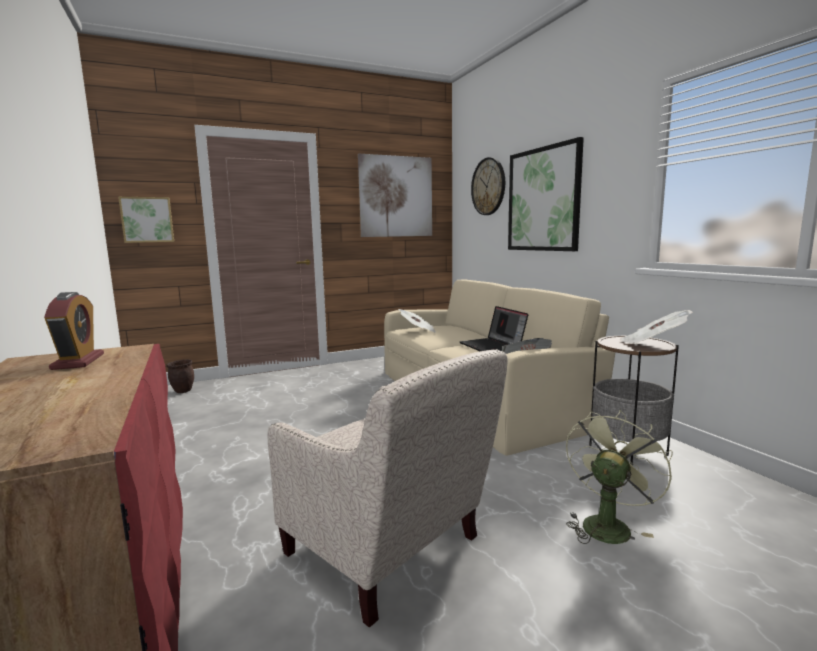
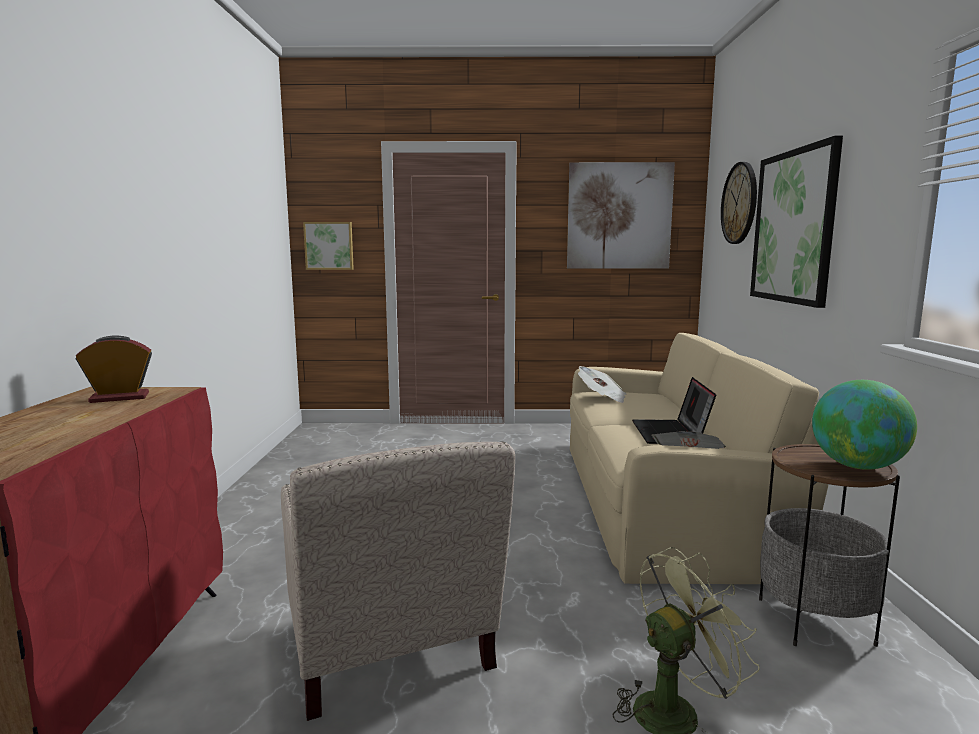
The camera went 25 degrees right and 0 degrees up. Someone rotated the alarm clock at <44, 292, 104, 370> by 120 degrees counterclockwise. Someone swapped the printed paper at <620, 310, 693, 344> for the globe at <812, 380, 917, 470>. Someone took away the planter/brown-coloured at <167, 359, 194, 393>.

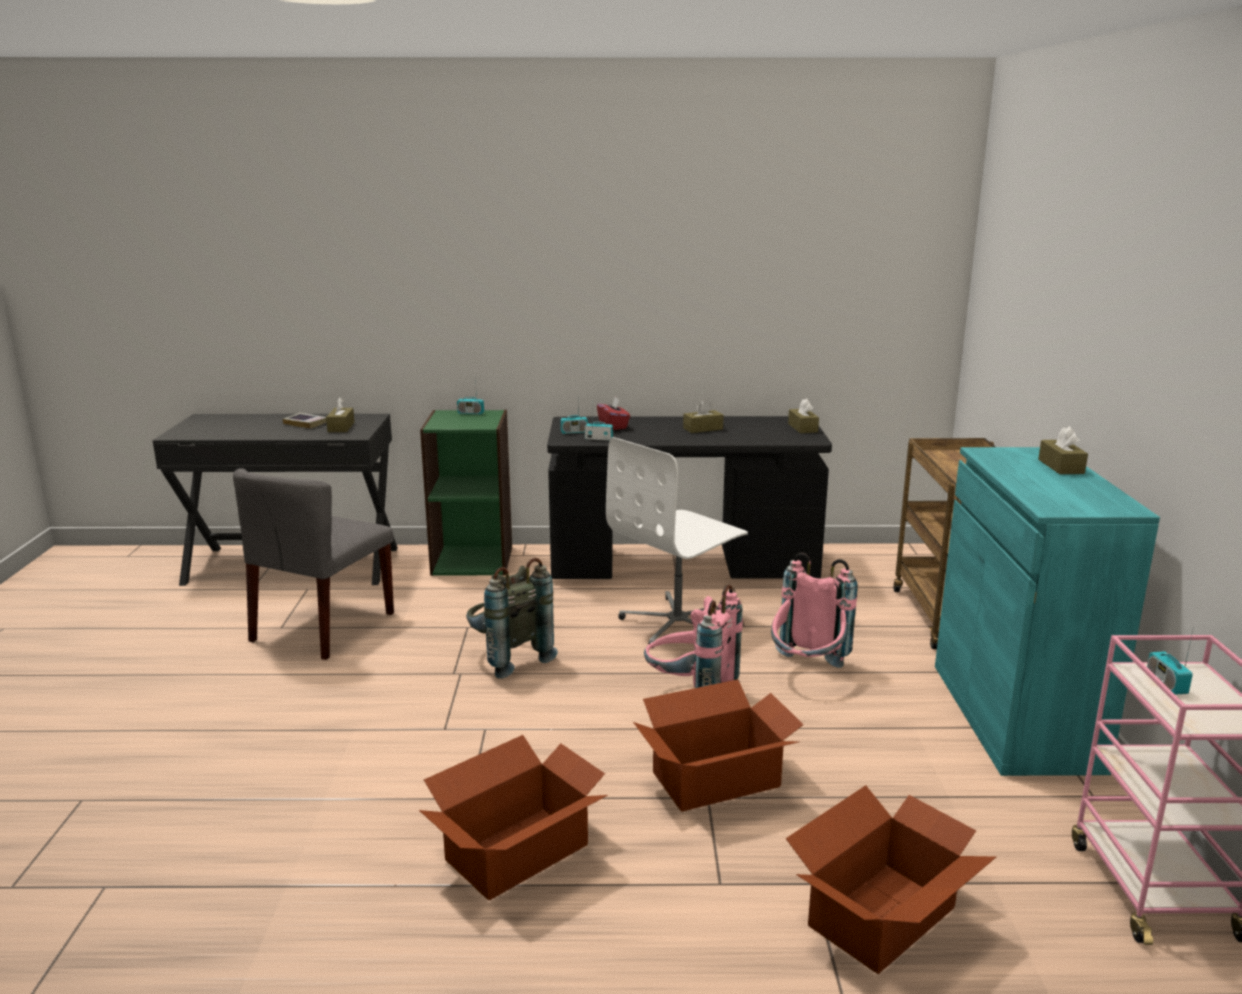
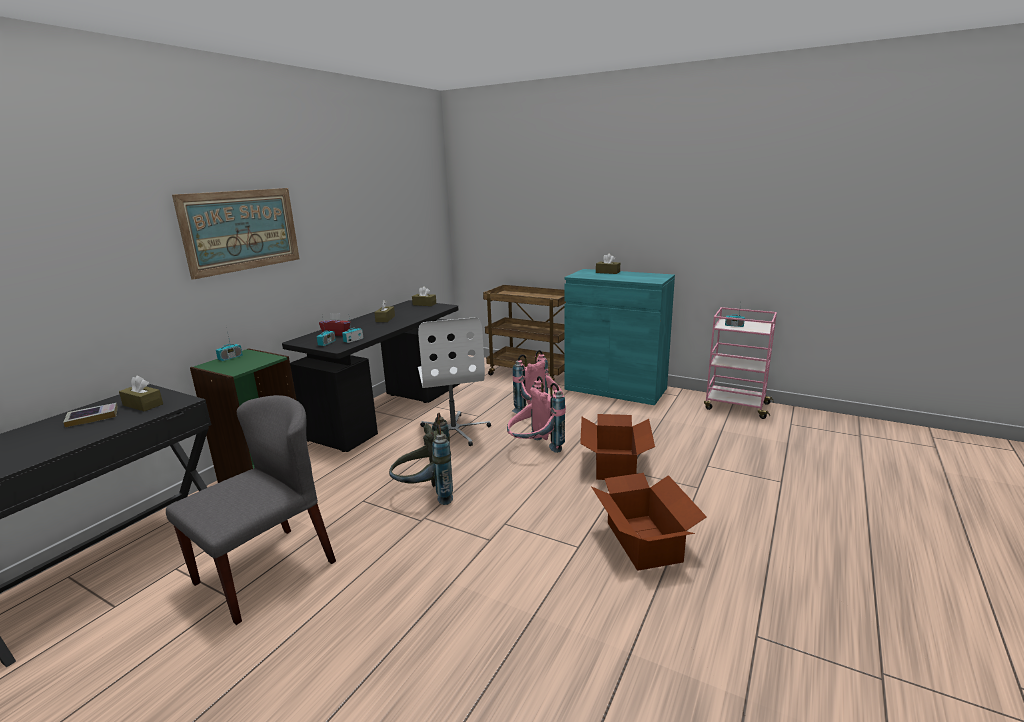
The camera went 60 degrees left and 0 degrees up. Someone rotated the plain chair/greyish at <233, 468, 394, 660> by 105 degrees counterclockwise. Someone put up the picture at <172, 188, 300, 280>. Someone took away the packing box at <786, 785, 996, 974>.

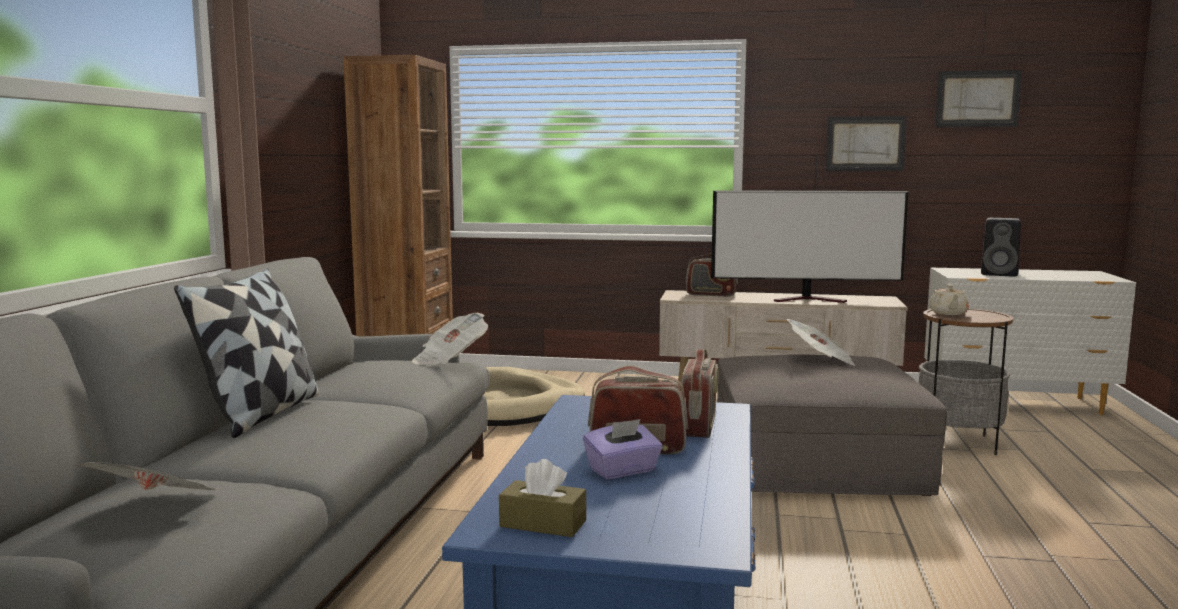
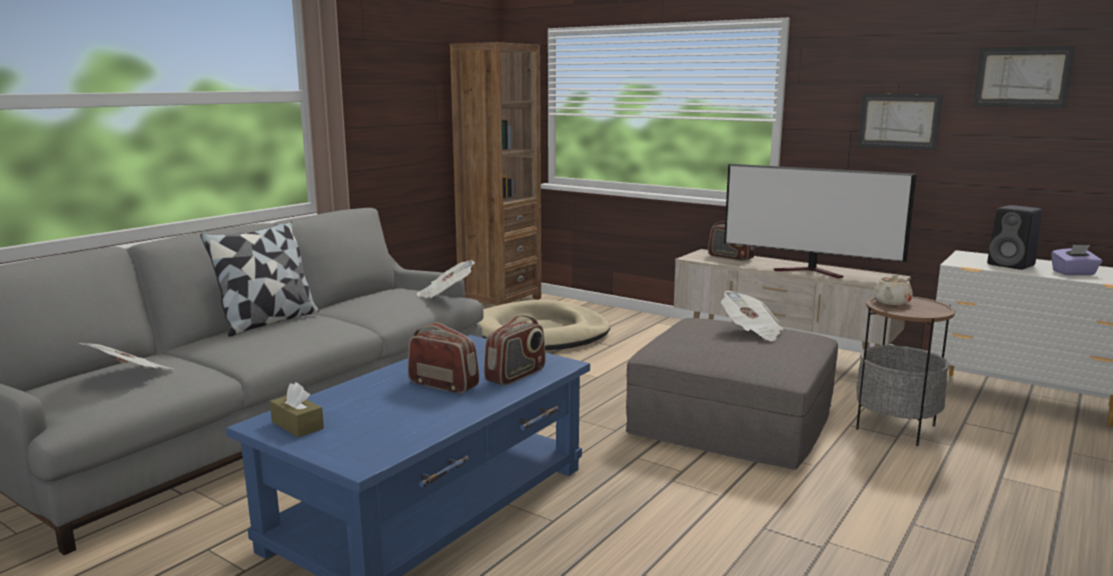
The camera went 25 degrees right and 5 degrees up. Someone carried the tissue holder/purplish from <583, 419, 663, 479> to <1051, 245, 1102, 275>.

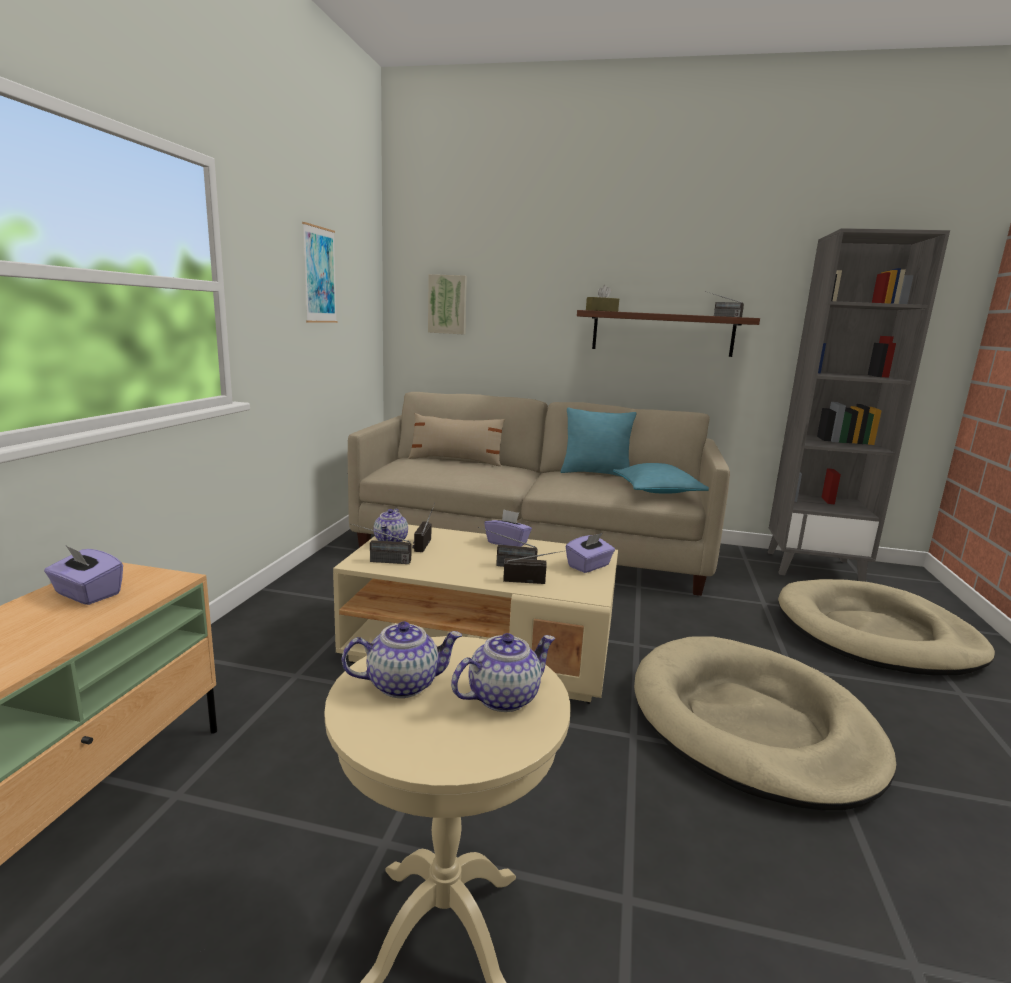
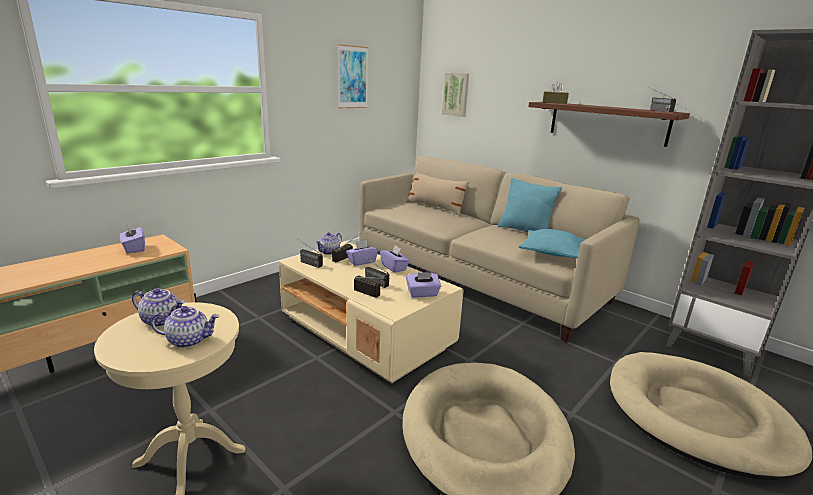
The camera went 30 degrees right and 5 degrees up. Someone put down the tissue holder/purplish at <346, 240, 378, 266>.

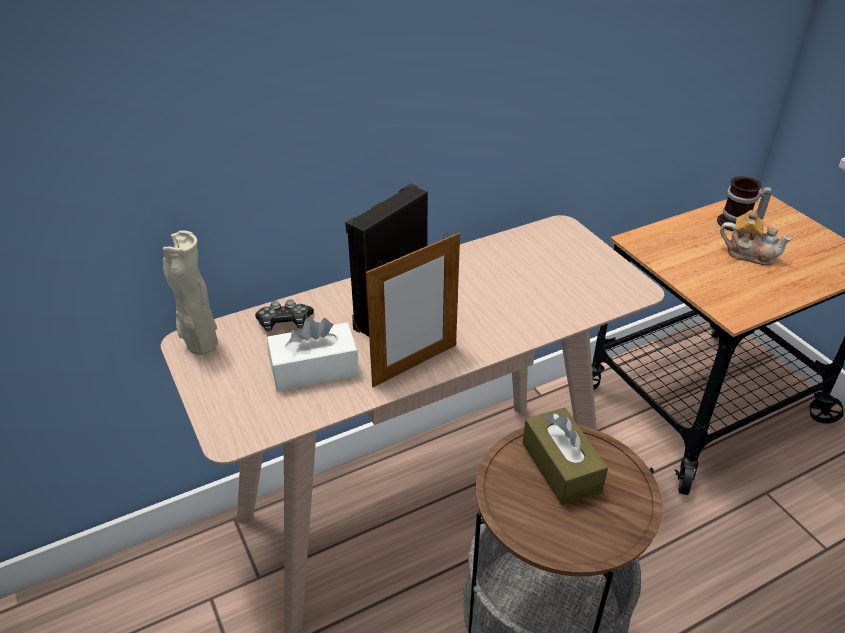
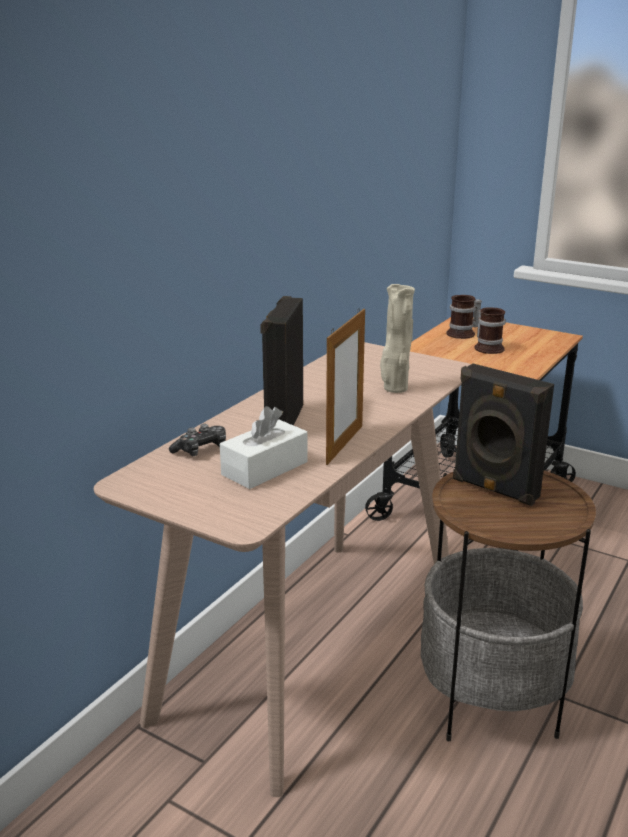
The camera went 30 degrees left and 15 degrees down. Someone carried the decorative vase/sand-coloured from <163, 230, 218, 355> to <380, 284, 415, 393>. Someone swapped the tissue holder/brown-coloured at <523, 407, 608, 505> for the loudspeaker/black at <453, 364, 554, 506>. Someone swapped the tea pot at <720, 210, 793, 265> for the mug at <474, 307, 506, 354>.

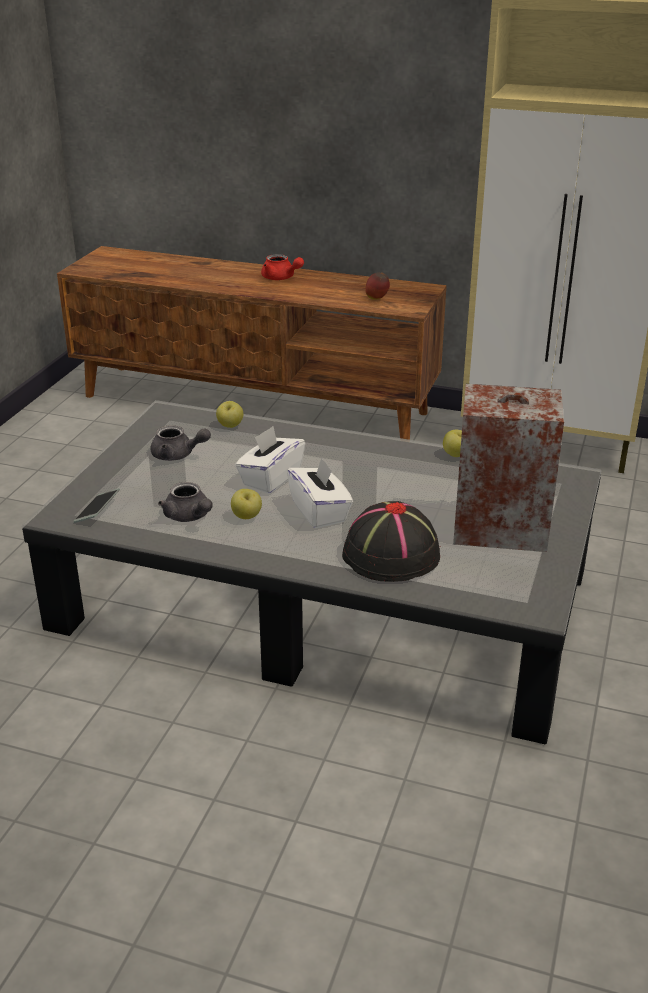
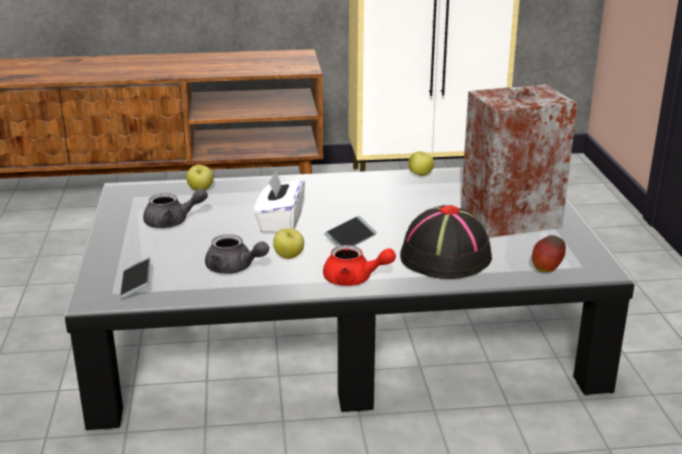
The camera went 25 degrees left and 5 degrees down. Someone carried the tea pot/red-coloured from <261, 254, 304, 280> to <323, 245, 396, 286>. Someone swapped the tissue holder/whitish at <287, 458, 353, 528> for the telephone at <324, 216, 377, 247>. Someone carried the apple fruit from <365, 272, 390, 300> to <532, 235, 566, 272>.

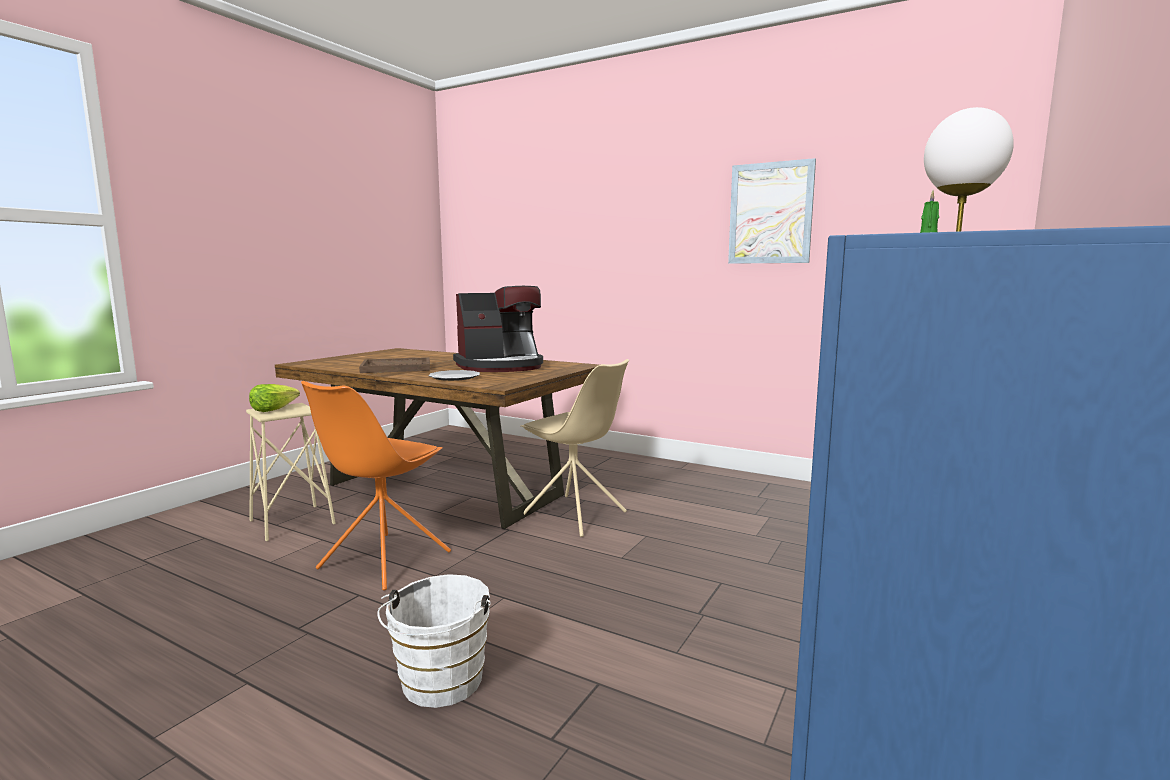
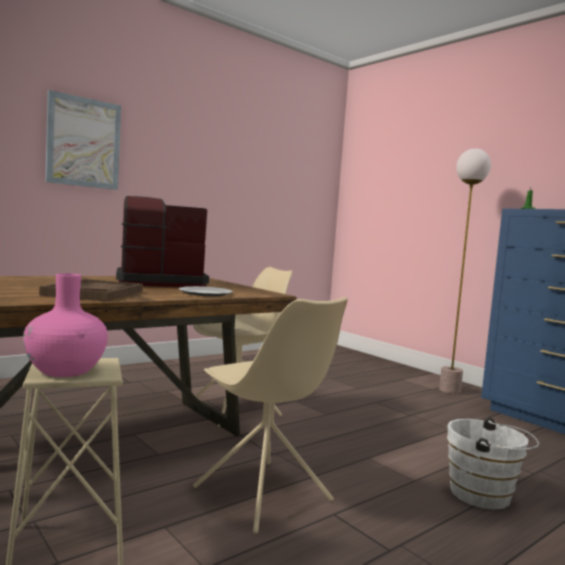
The camera went 70 degrees left and 5 degrees down. Someone swapped the lettuce at <249, 384, 300, 412> for the decorative vase/pinkish at <23, 273, 108, 377>. Someone carried the picture from <728, 158, 816, 264> to <45, 90, 121, 190>. Someone rotated the coffee maker at <453, 286, 543, 372> by 105 degrees counterclockwise. Someone repainted the plain chair/orange-coloured at <301, 381, 451, 591>, which became the plain chair/sand-coloured at <193, 297, 348, 534>.

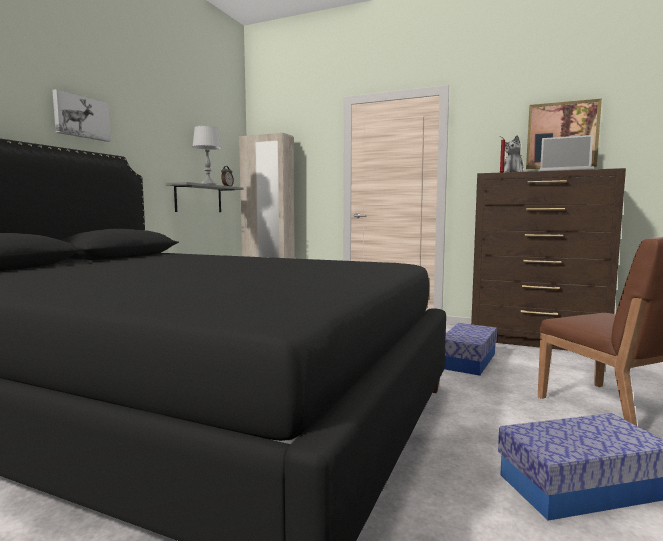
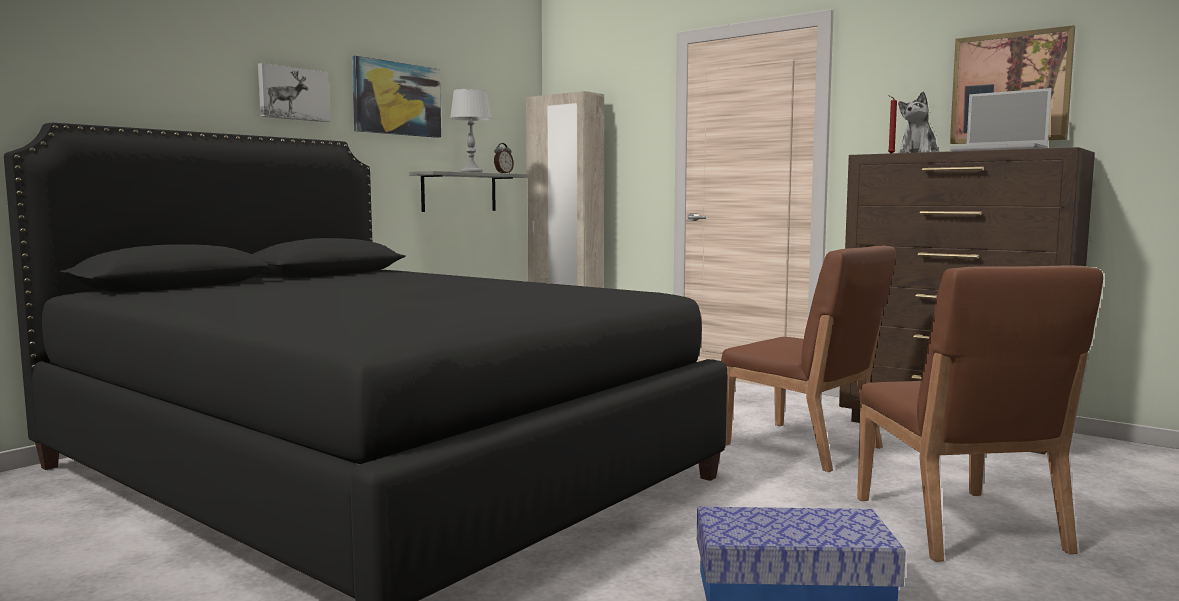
The camera went 15 degrees right and 0 degrees up. Someone put up the picture at <352, 56, 441, 138>. Someone swapped the storage bin at <444, 323, 497, 376> for the plain chair/brown-coloured at <721, 246, 896, 472>.

